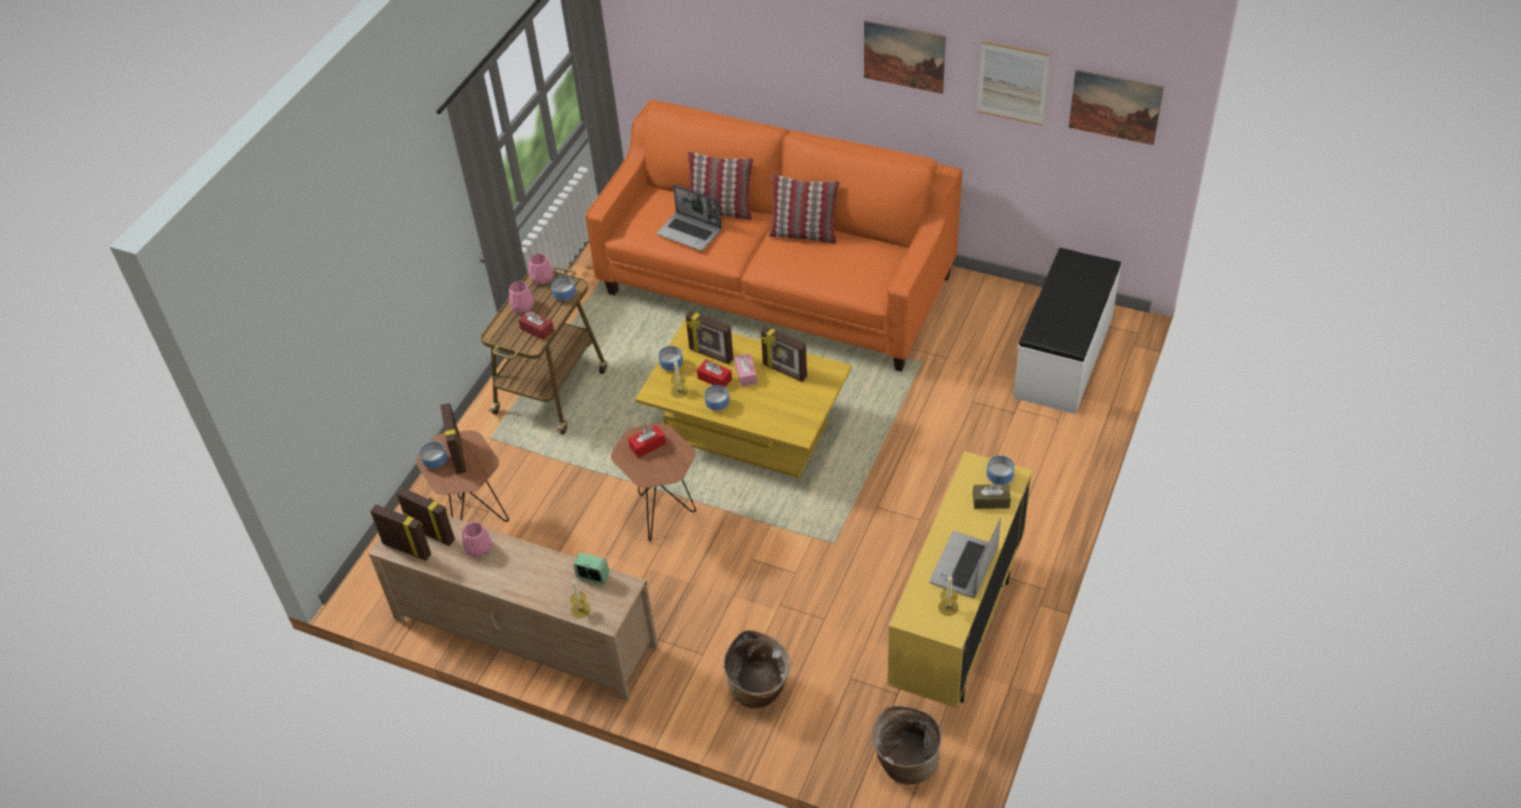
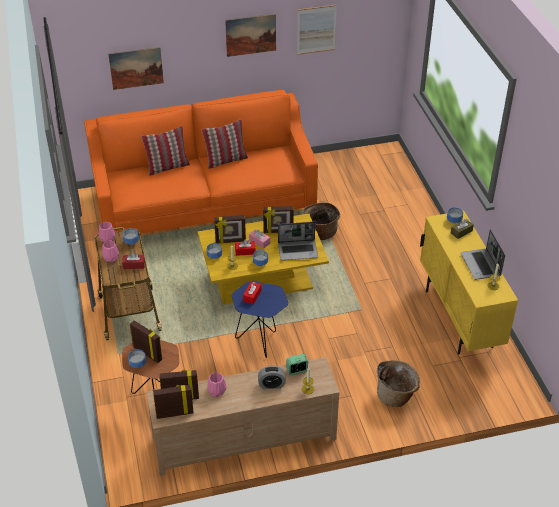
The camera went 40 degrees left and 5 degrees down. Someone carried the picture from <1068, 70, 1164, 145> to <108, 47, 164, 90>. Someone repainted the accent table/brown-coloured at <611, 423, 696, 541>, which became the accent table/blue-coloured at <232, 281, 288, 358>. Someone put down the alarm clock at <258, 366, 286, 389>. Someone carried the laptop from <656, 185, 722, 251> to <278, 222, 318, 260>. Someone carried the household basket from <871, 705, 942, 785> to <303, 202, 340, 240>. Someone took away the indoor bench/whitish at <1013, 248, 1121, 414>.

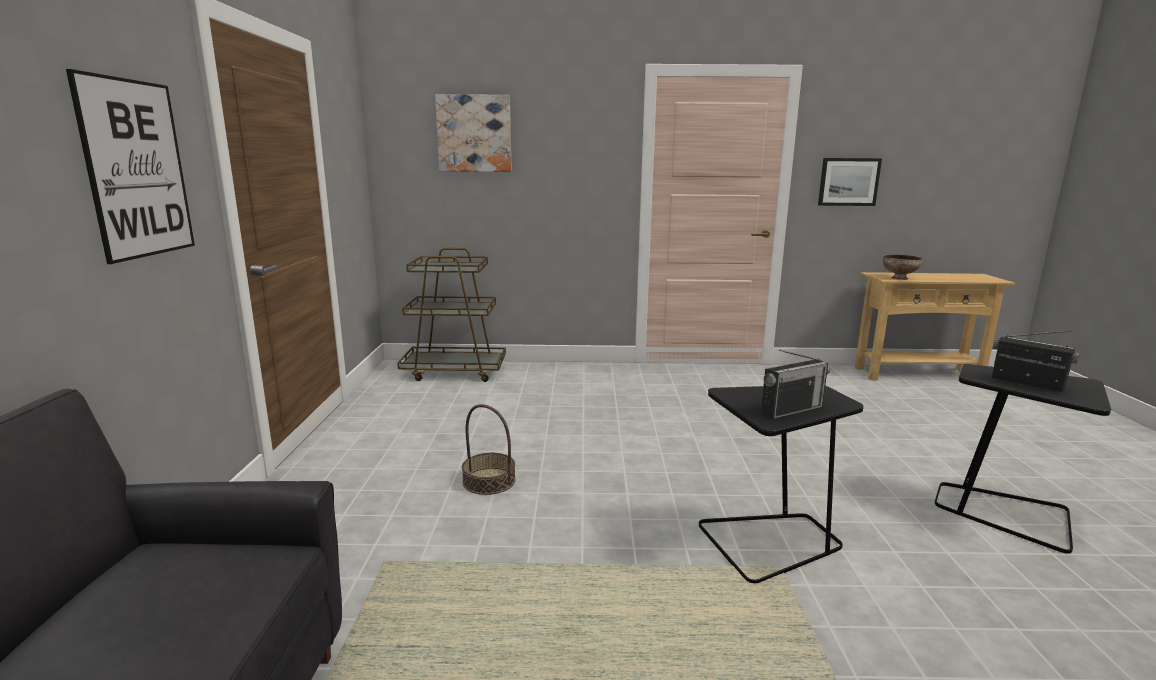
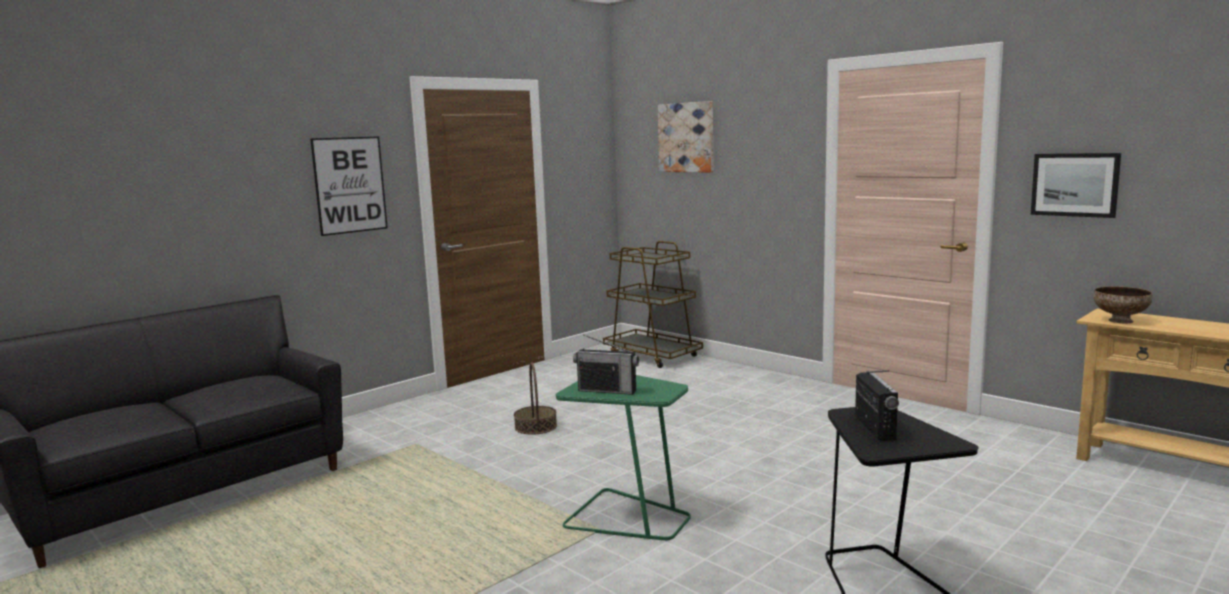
The camera went 45 degrees right and 5 degrees down. Someone repainted the accent table/black at <699, 386, 864, 583>, which became the accent table/greenish at <556, 375, 691, 540>.

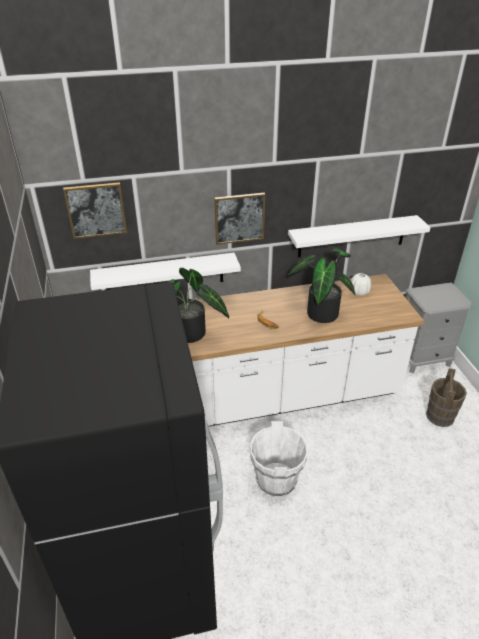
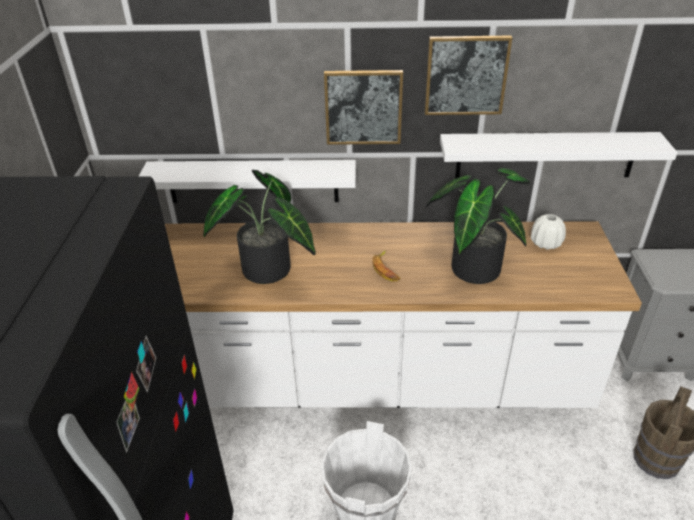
The camera went 15 degrees right and 0 degrees up. Someone carried the picture from <63, 182, 127, 239> to <425, 36, 512, 115>.

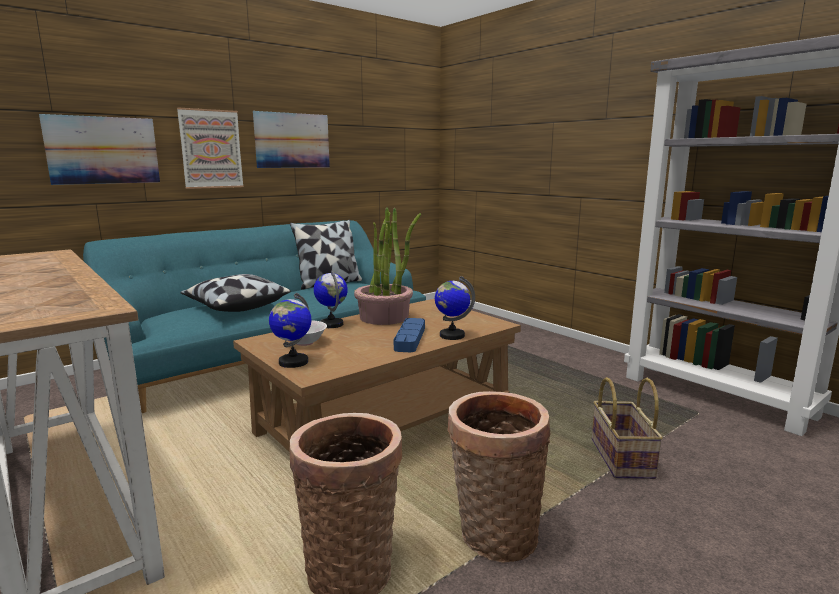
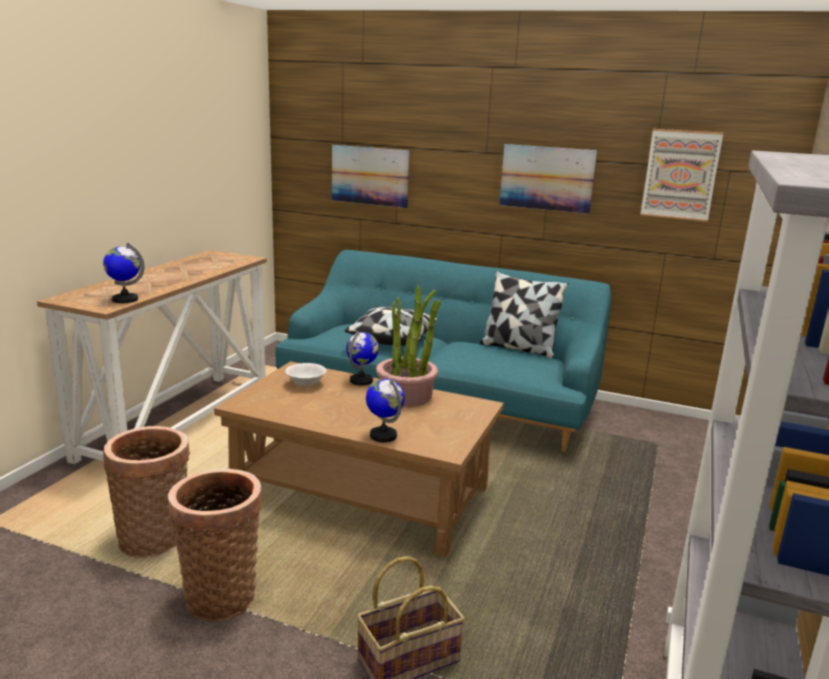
The camera went 60 degrees right and 5 degrees up. Someone carried the globe from <269, 293, 311, 368> to <103, 243, 144, 303>. Someone carried the picture from <177, 107, 244, 189> to <641, 129, 723, 222>. Someone took away the tray/blue-coloured at <394, 318, 425, 352>.

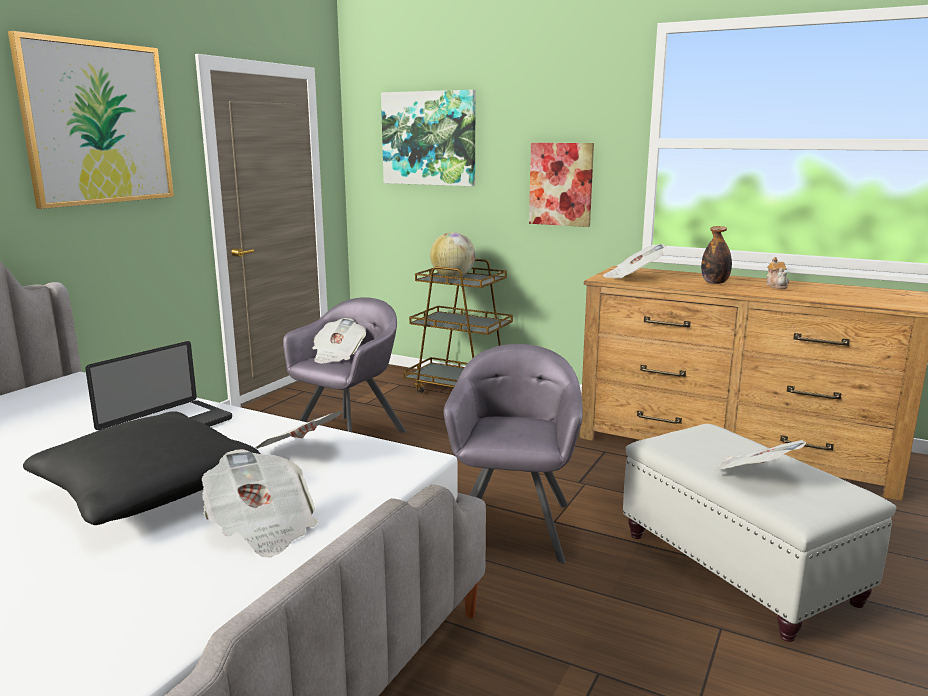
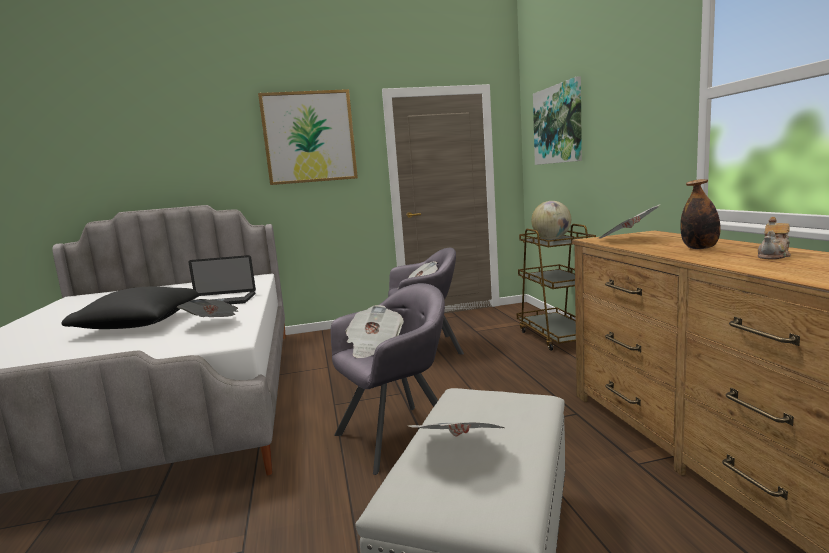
The camera went 50 degrees right and 5 degrees down. Someone carried the printed paper from <202, 449, 318, 558> to <345, 305, 404, 358>. Someone took away the picture at <529, 143, 594, 227>.

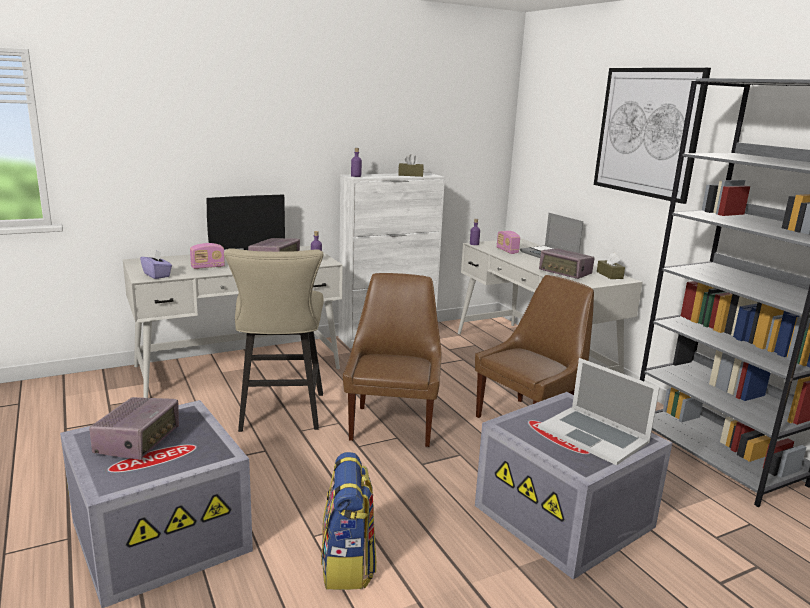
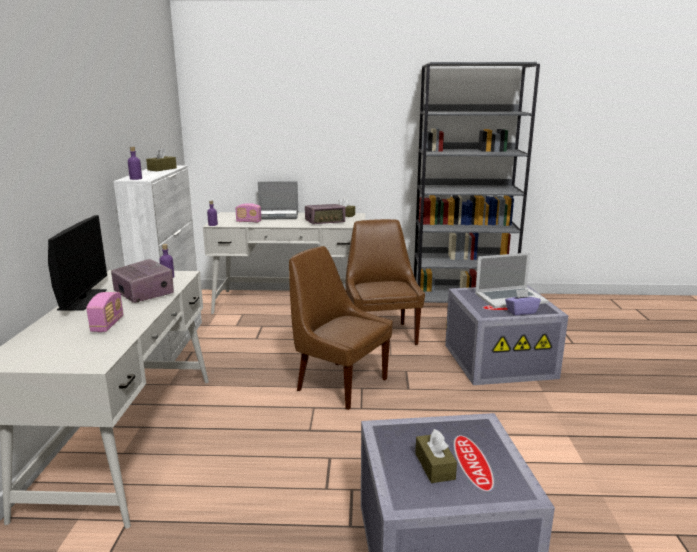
The camera went 60 degrees left and 0 degrees up. Someone swapped the radio receiver at <89, 397, 179, 460> for the tissue holder/brown-coloured at <415, 429, 457, 483>. Someone carried the tissue holder/purplish from <140, 250, 172, 279> to <505, 289, 541, 315>. Someone took away the stool/sand-coloured at <224, 248, 324, 432>. Someone took away the rucksack at <321, 452, 376, 590>. Someone took away the picture at <594, 68, 711, 204>.

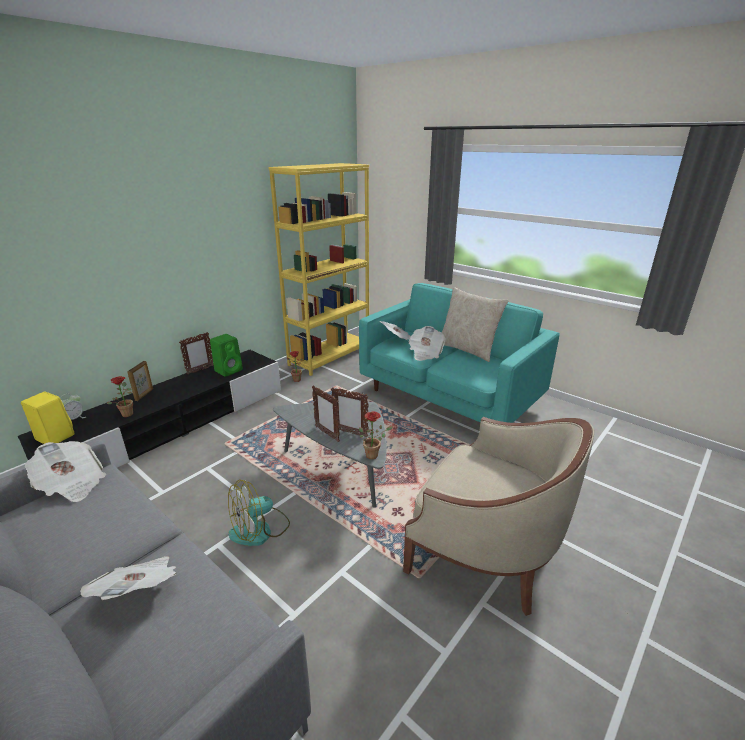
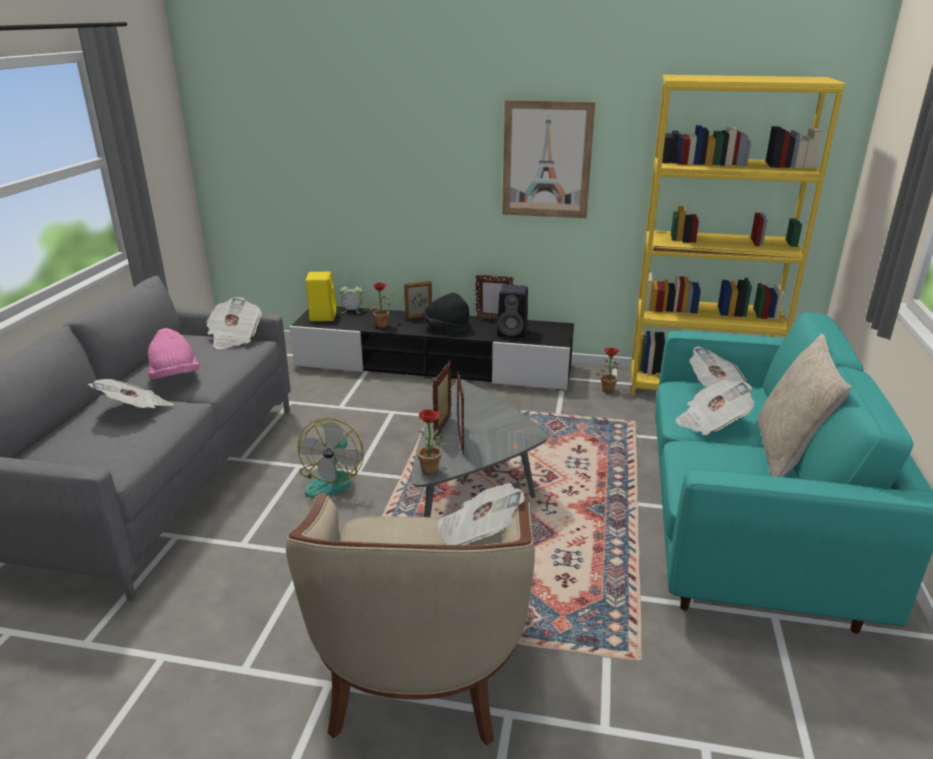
The camera went 60 degrees right and 0 degrees up. Someone put down the hat/pinkish at <148, 328, 200, 379>. Someone rotated the cooling fan at <228, 479, 290, 546> by 105 degrees counterclockwise. Someone put down the hat/black at <423, 293, 471, 334>. Someone put down the printed paper at <437, 483, 525, 545>. Someone repainted the loudspeaker/greenish at <210, 334, 243, 377>, which became the loudspeaker/black at <497, 285, 528, 338>. Someone put up the picture at <502, 100, 595, 218>.

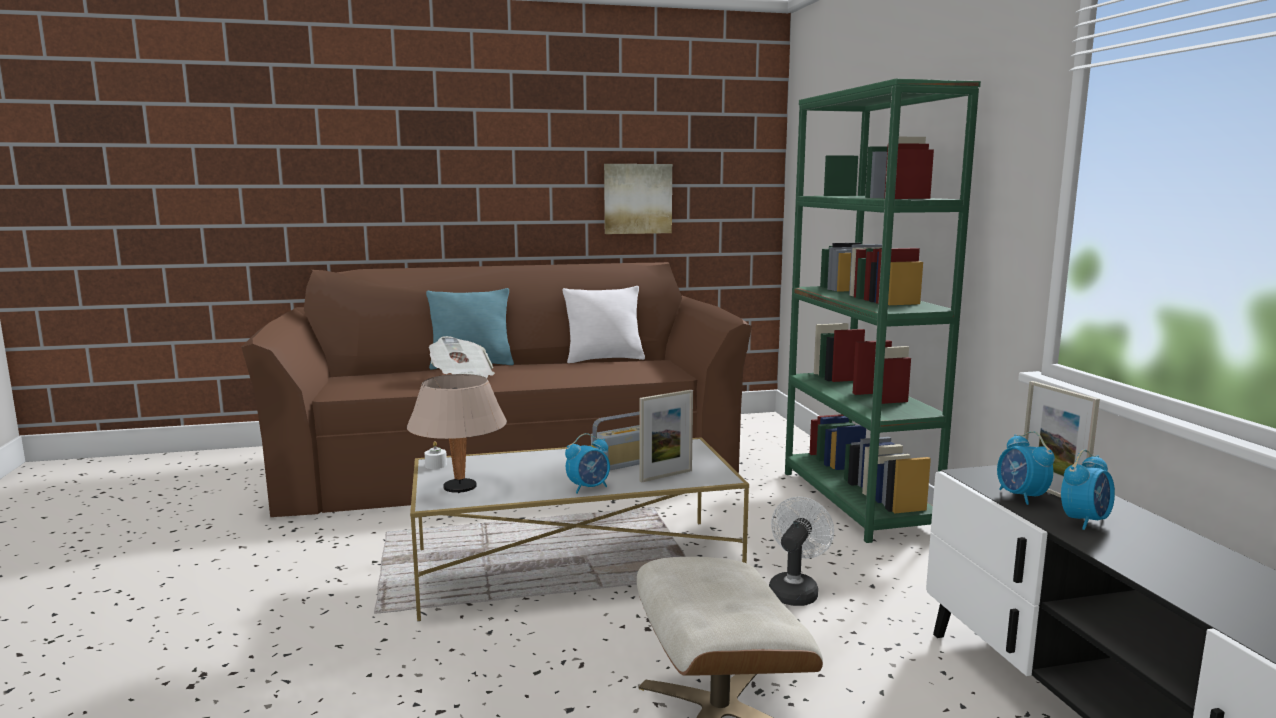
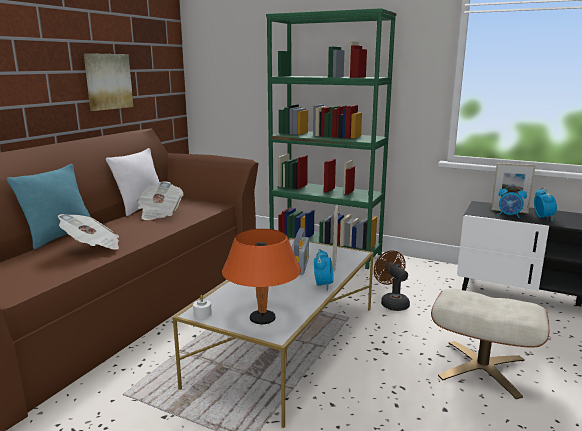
The camera went 50 degrees left and 5 degrees up. Someone put down the printed paper at <138, 181, 183, 220>. Someone repainted the tabletop lamp/sand-coloured at <407, 374, 507, 493>, which became the tabletop lamp/orange-coloured at <222, 229, 301, 324>. Someone repainted the cooling fan/whitish at <769, 497, 834, 606>, which became the cooling fan/brown-coloured at <374, 250, 410, 311>.

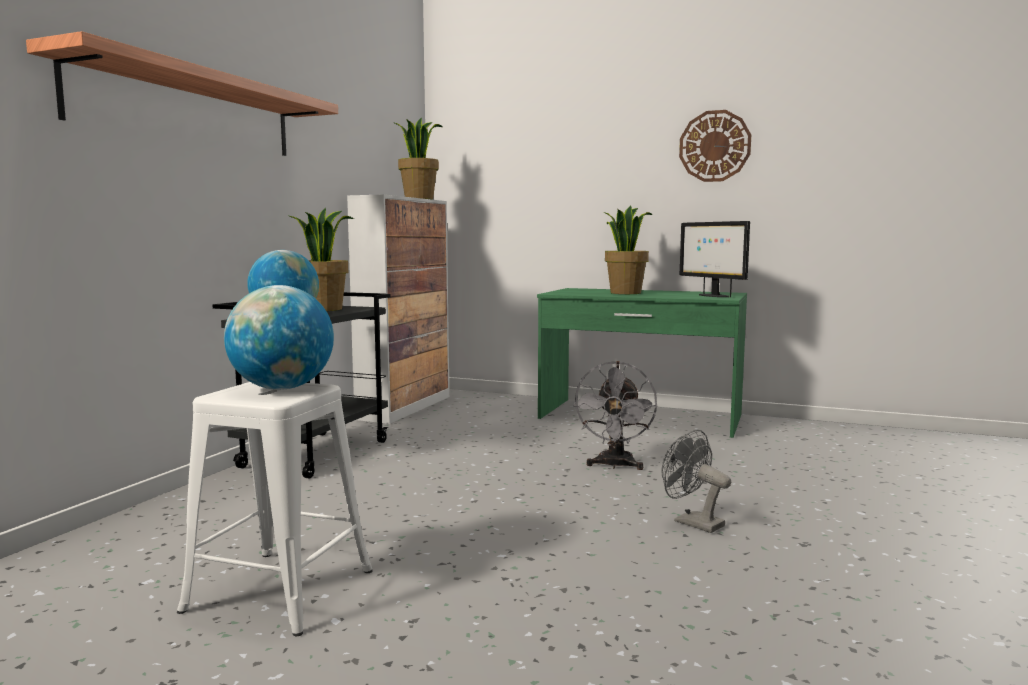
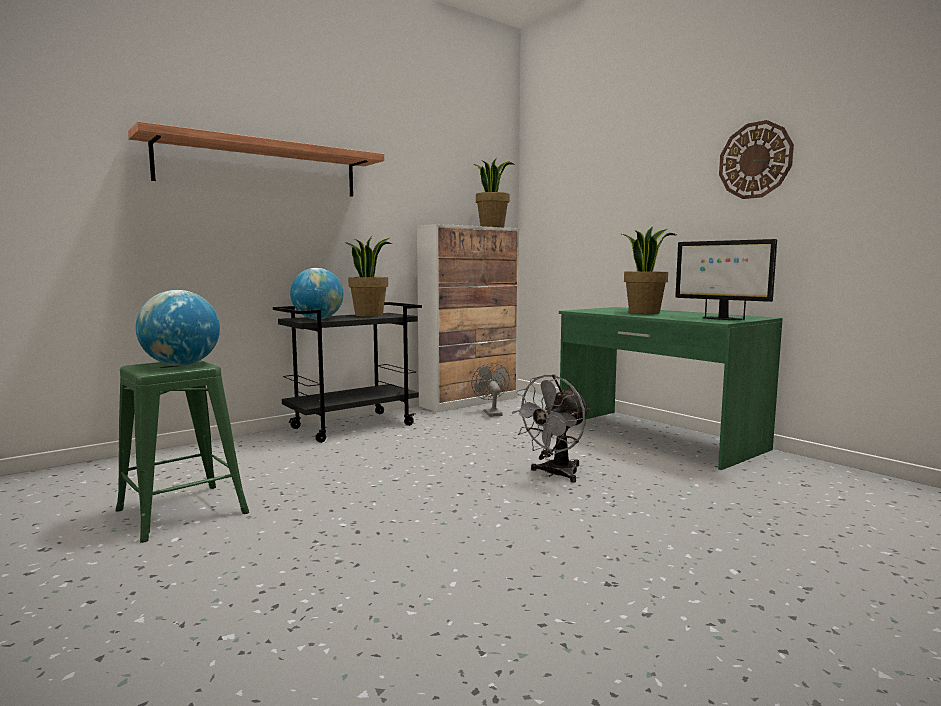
The camera went 30 degrees right and 0 degrees up. Someone repainted the stool/whitish at <177, 382, 373, 636>, which became the stool/greenish at <116, 360, 249, 543>. Someone carried the cooling fan/greyish from <661, 430, 731, 533> to <471, 363, 510, 417>. Someone rotated the monitor at <680, 221, 750, 297> by 45 degrees counterclockwise.

